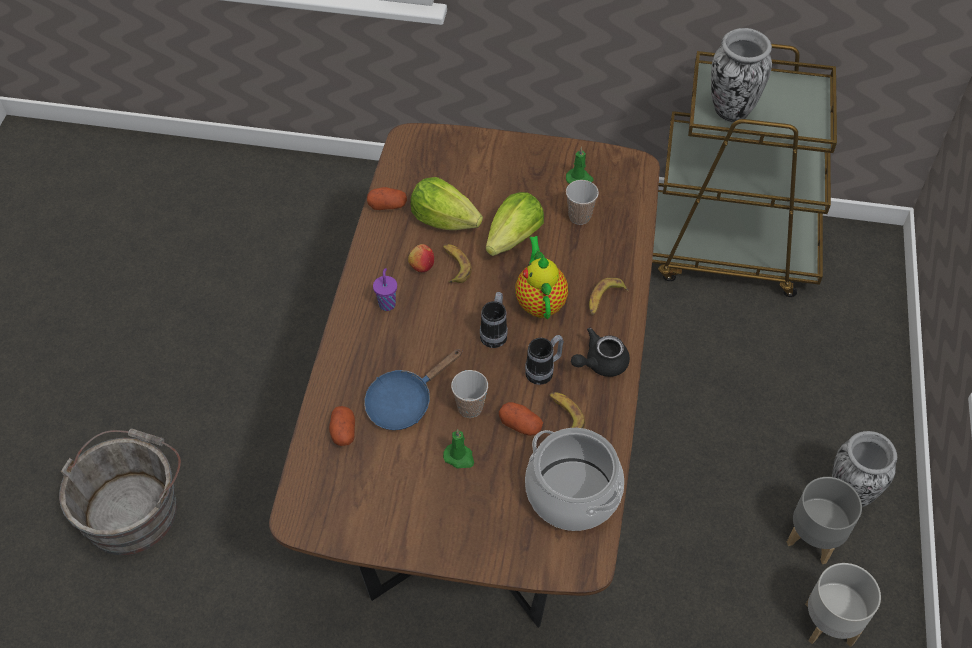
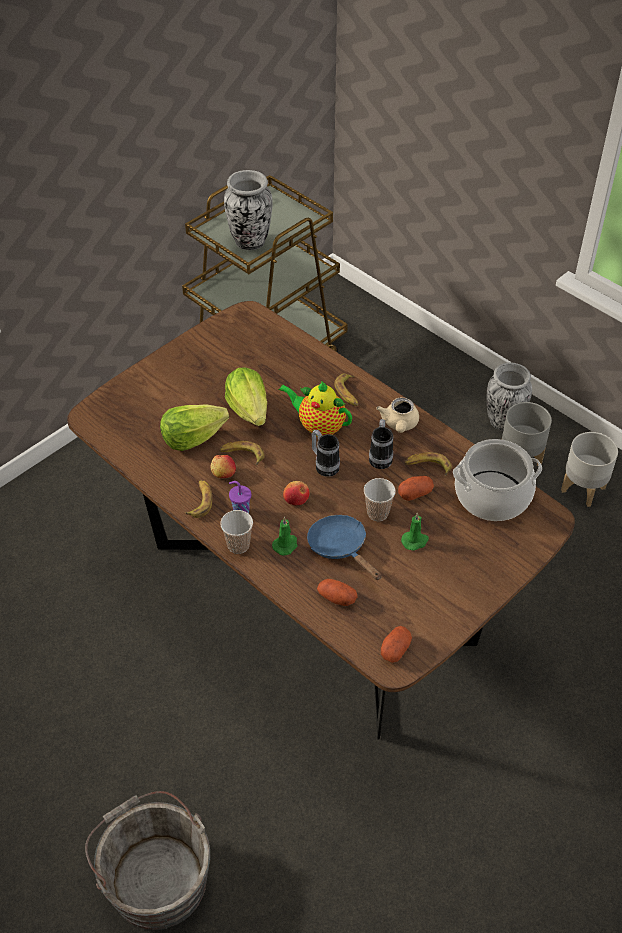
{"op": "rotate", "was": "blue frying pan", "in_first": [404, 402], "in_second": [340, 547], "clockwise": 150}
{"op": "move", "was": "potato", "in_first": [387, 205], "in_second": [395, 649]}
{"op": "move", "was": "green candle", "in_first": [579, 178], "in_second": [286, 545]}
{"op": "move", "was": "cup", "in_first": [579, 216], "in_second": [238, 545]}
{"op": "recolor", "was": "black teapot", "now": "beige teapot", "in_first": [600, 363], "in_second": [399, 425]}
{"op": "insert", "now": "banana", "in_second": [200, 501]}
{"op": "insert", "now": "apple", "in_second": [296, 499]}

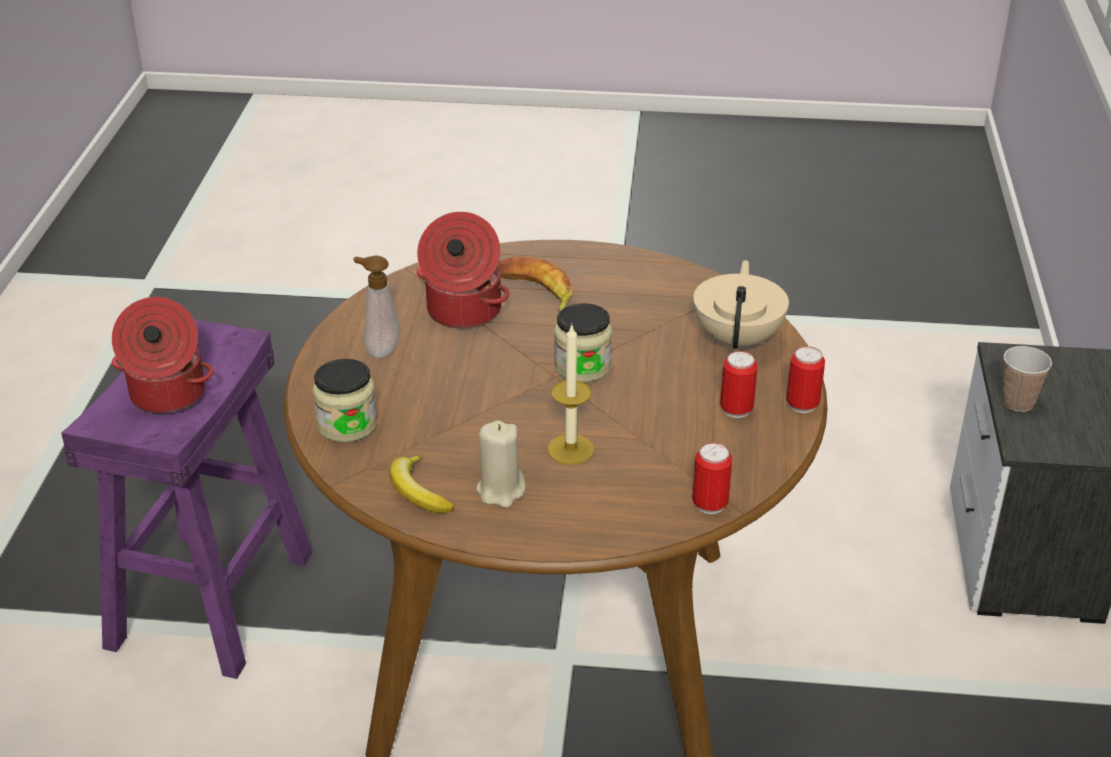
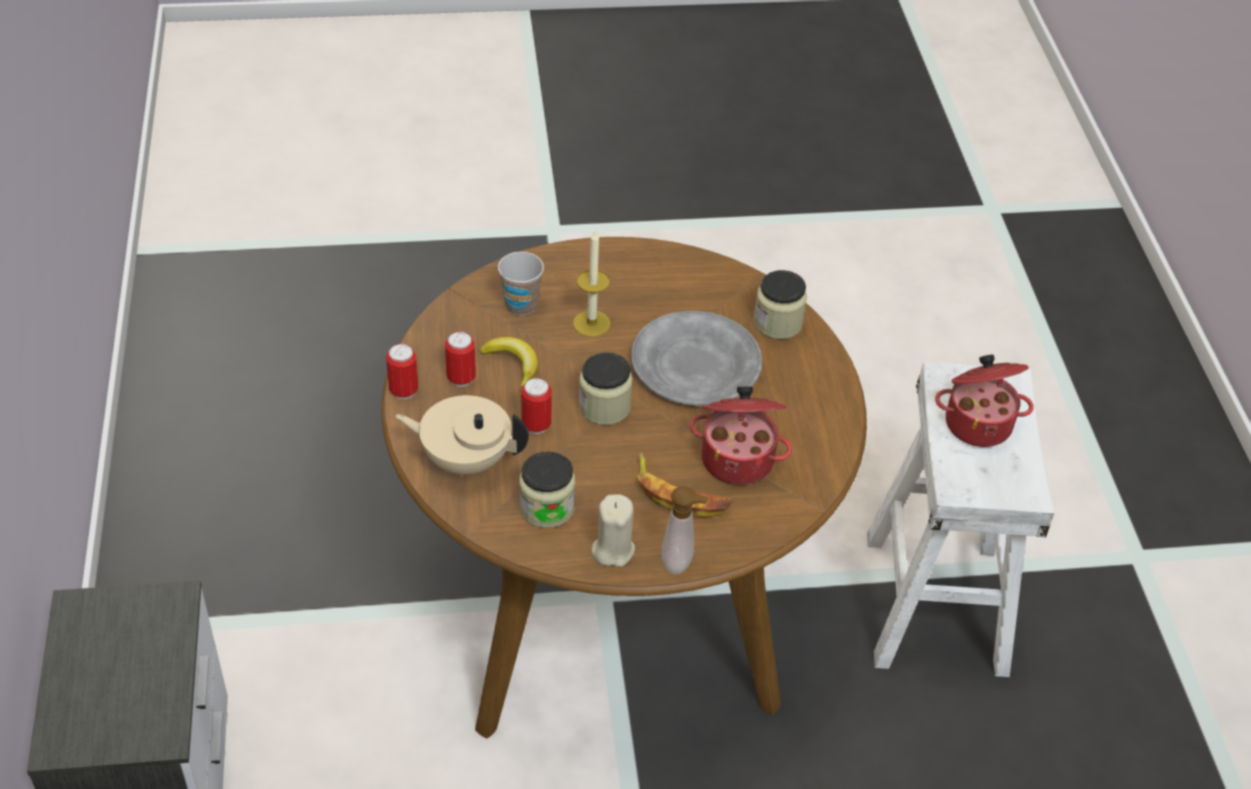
{"op": "recolor", "was": "purple stool", "now": "white stool", "in_first": [210, 598], "in_second": [937, 603]}
{"op": "move", "was": "soap dispenser", "in_first": [379, 350], "in_second": [680, 563]}
{"op": "move", "was": "banana", "in_first": [418, 492], "in_second": [513, 365]}
{"op": "move", "was": "beige candle", "in_first": [501, 491], "in_second": [612, 550]}
{"op": "move", "was": "can", "in_first": [710, 504], "in_second": [536, 425]}
{"op": "rotate", "was": "beige teapot", "in_first": [738, 339], "in_second": [465, 459], "clockwise": 105}
{"op": "move", "was": "cup", "in_first": [1018, 402], "in_second": [521, 305]}
{"op": "insert", "now": "jar", "in_second": [546, 508]}
{"op": "insert", "now": "grey plate", "in_second": [696, 365]}

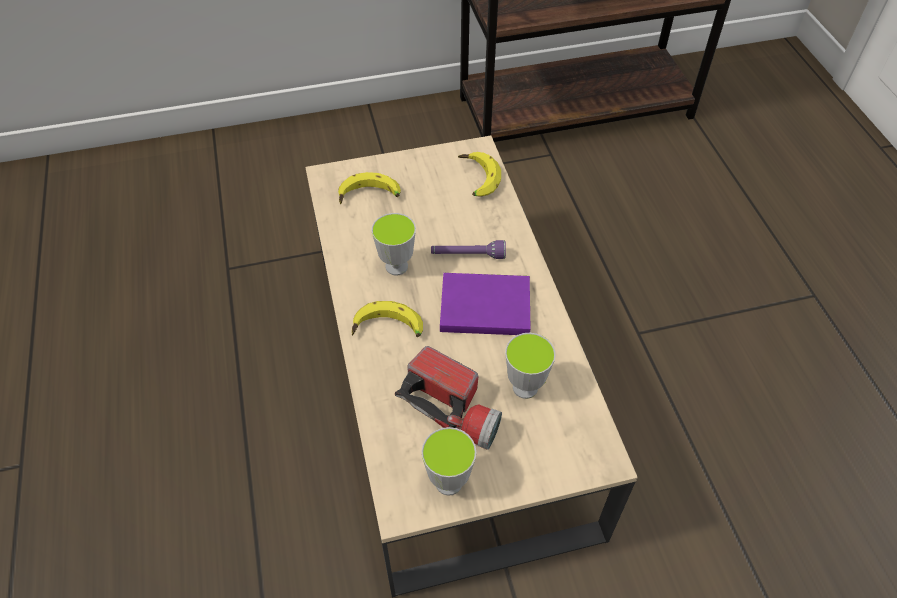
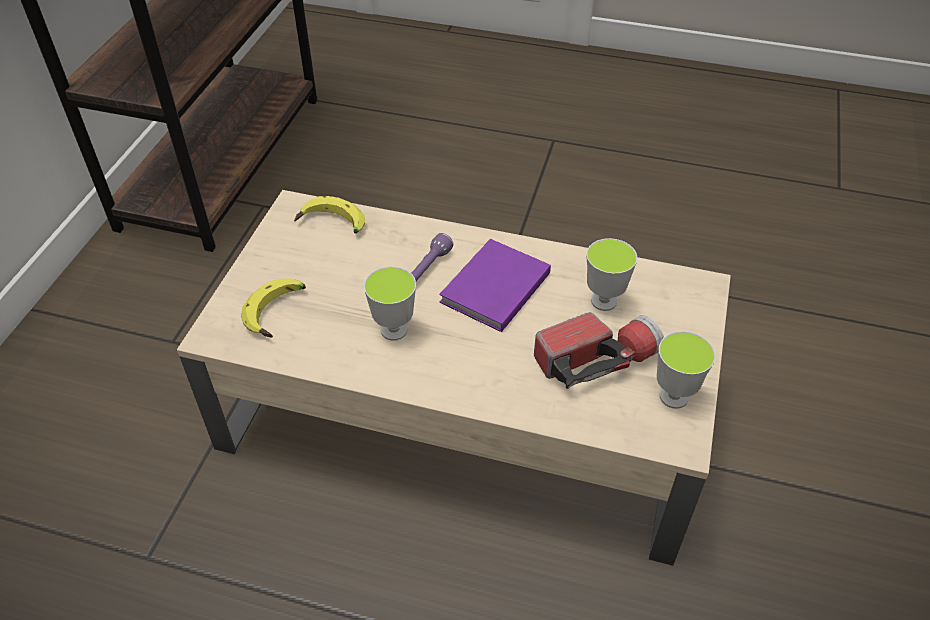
{"op": "delete", "was": "banana", "in_first": [387, 330]}

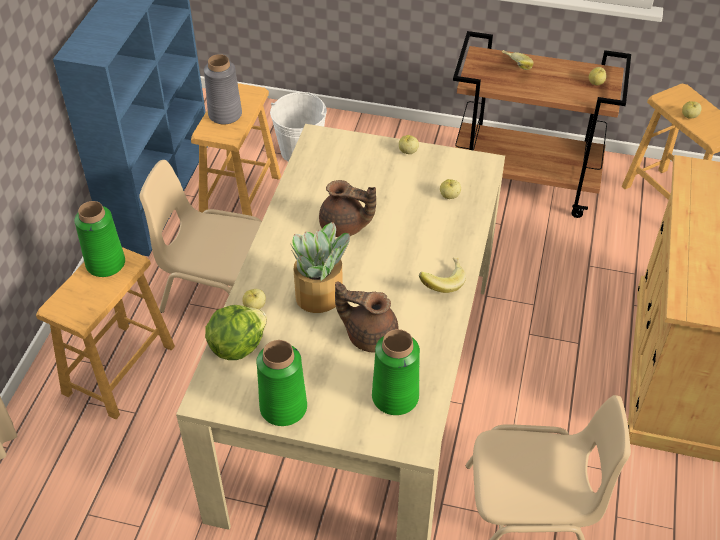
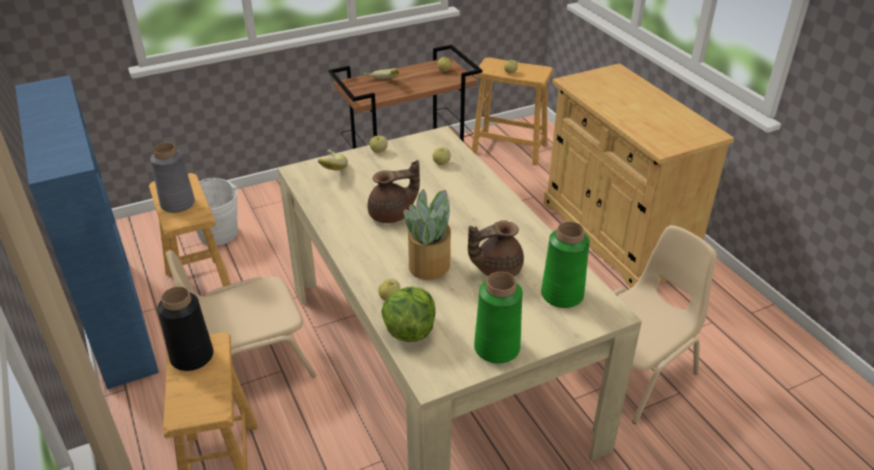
{"op": "recolor", "was": "green vase", "now": "black vase", "in_first": [106, 263], "in_second": [192, 356]}
{"op": "move", "was": "banana", "in_first": [441, 282], "in_second": [330, 169]}

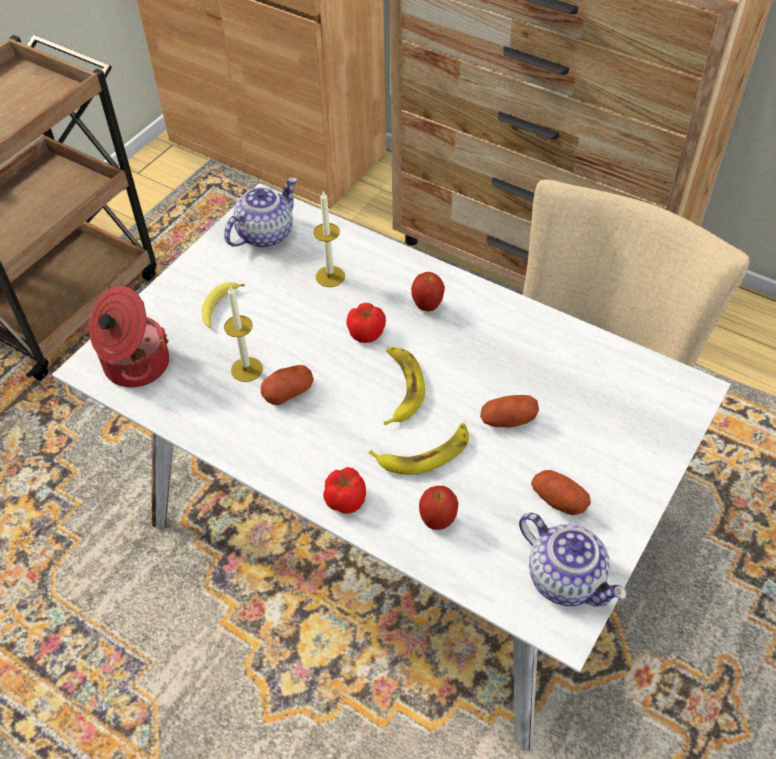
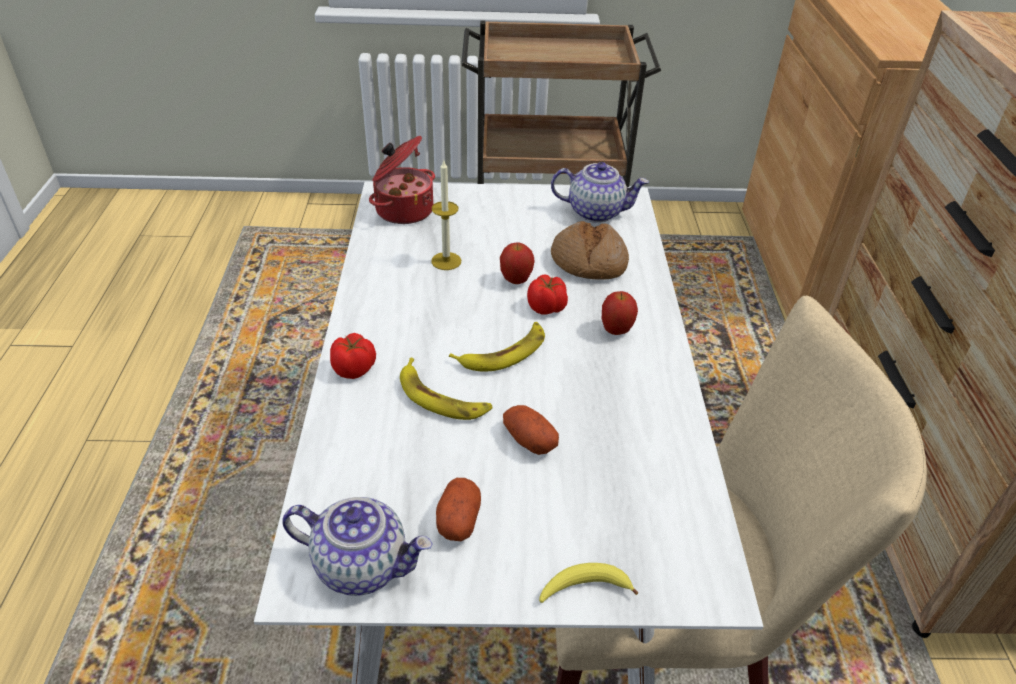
{"op": "move", "was": "banana", "in_first": [219, 307], "in_second": [584, 588]}
{"op": "delete", "was": "potato", "in_first": [288, 392]}
{"op": "replace", "was": "candle", "now": "bread", "in_first": [330, 276], "in_second": [588, 262]}
{"op": "move", "was": "apple", "in_first": [437, 521], "in_second": [516, 281]}
{"op": "rotate", "was": "teapot", "in_first": [566, 578], "in_second": [362, 564], "clockwise": -90}

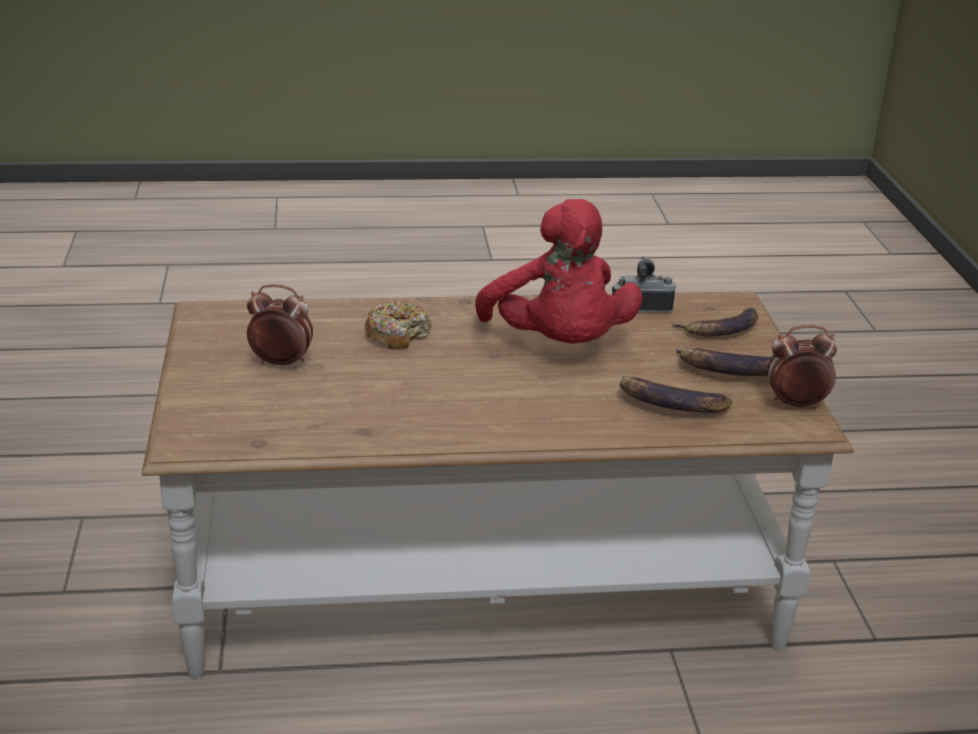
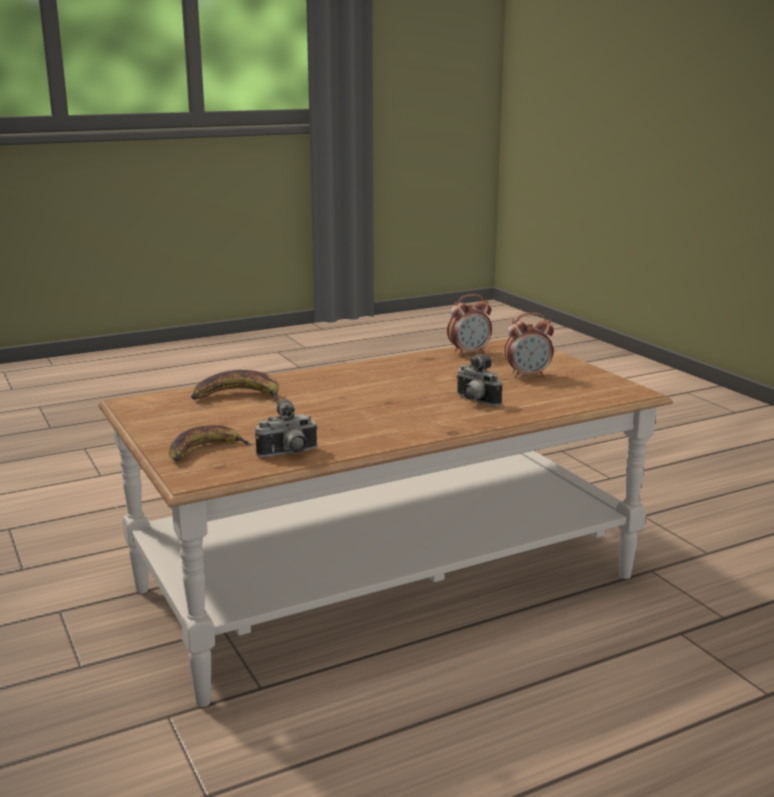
{"op": "replace", "was": "donut", "now": "photo camera", "in_first": [397, 335], "in_second": [475, 401]}
{"op": "delete", "was": "red plush toy", "in_first": [558, 345]}
{"op": "delete", "was": "banana", "in_first": [728, 371]}
{"op": "move", "was": "alarm clock", "in_first": [795, 404], "in_second": [469, 353]}

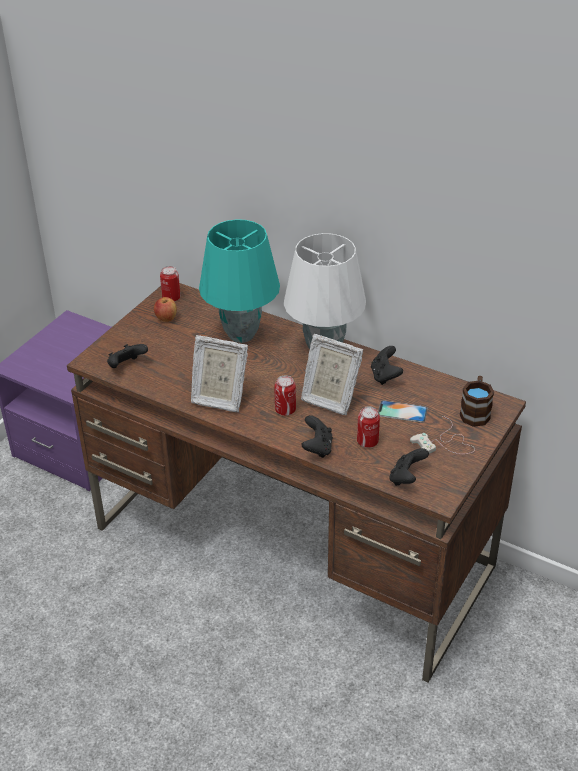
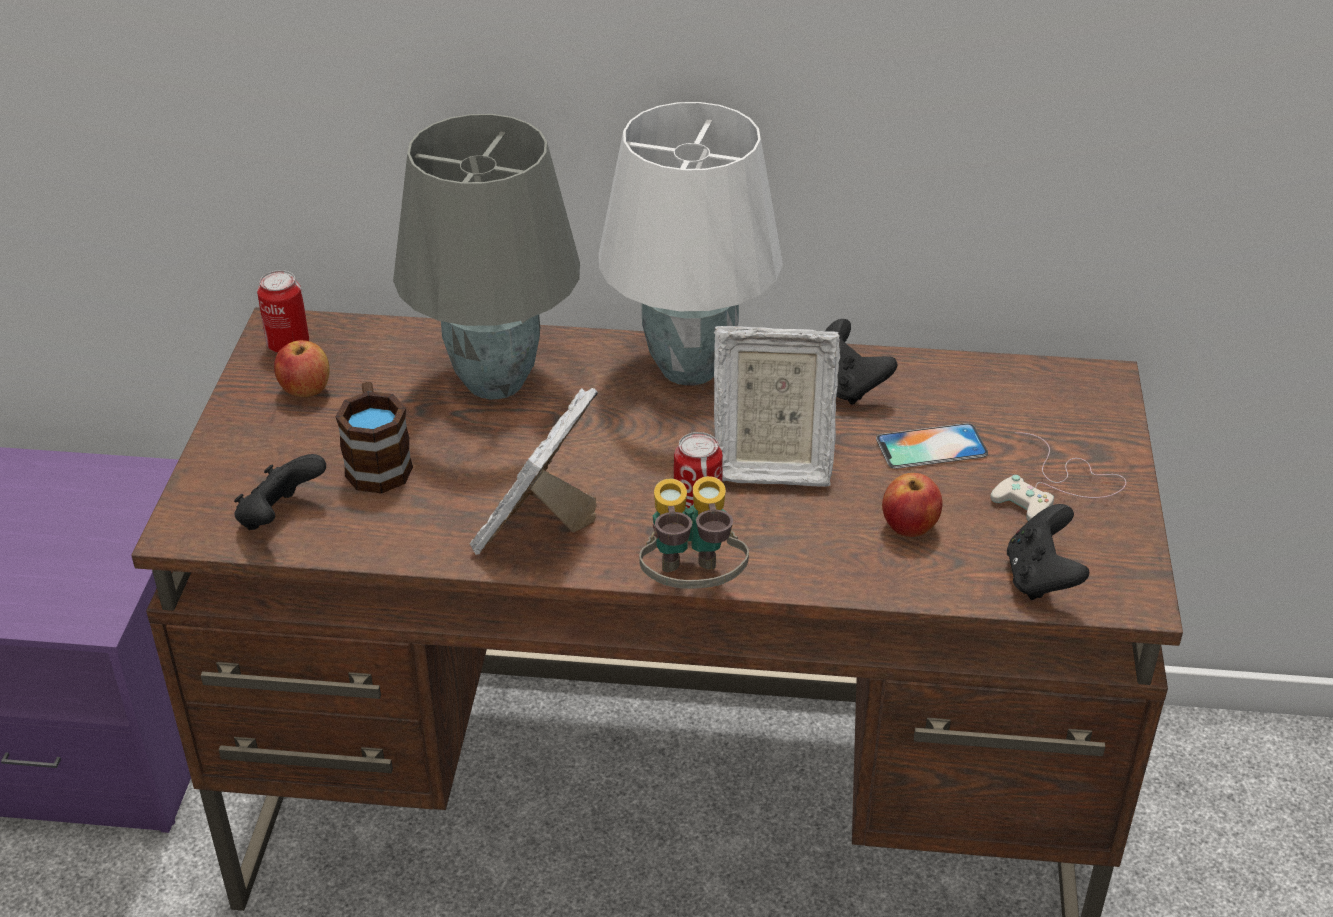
{"op": "rotate", "was": "picture frame", "in_first": [218, 398], "in_second": [537, 528], "clockwise": 120}
{"op": "recolor", "was": "turquoise table lamp", "now": "grey table lamp", "in_first": [242, 335], "in_second": [497, 382]}
{"op": "delete", "was": "black game controller", "in_first": [317, 448]}
{"op": "replace", "was": "can", "now": "apple", "in_first": [367, 442], "in_second": [910, 527]}
{"op": "move", "was": "brown mug", "in_first": [475, 412], "in_second": [377, 461]}
{"op": "insert", "now": "binoculars", "in_second": [691, 587]}

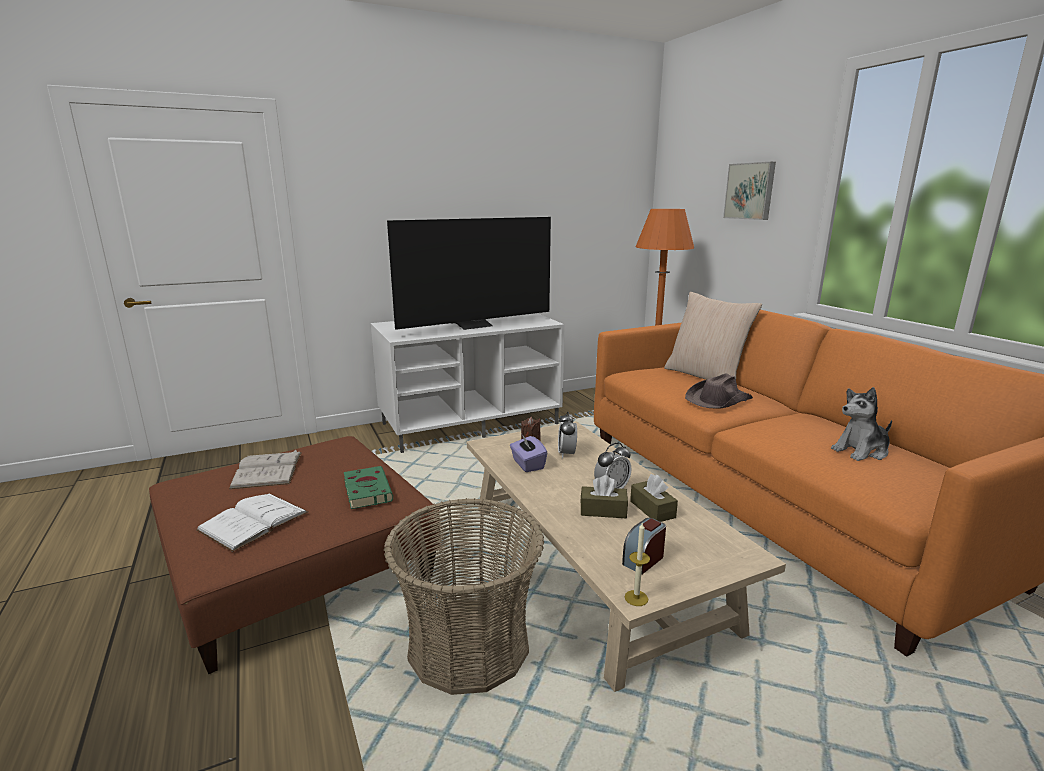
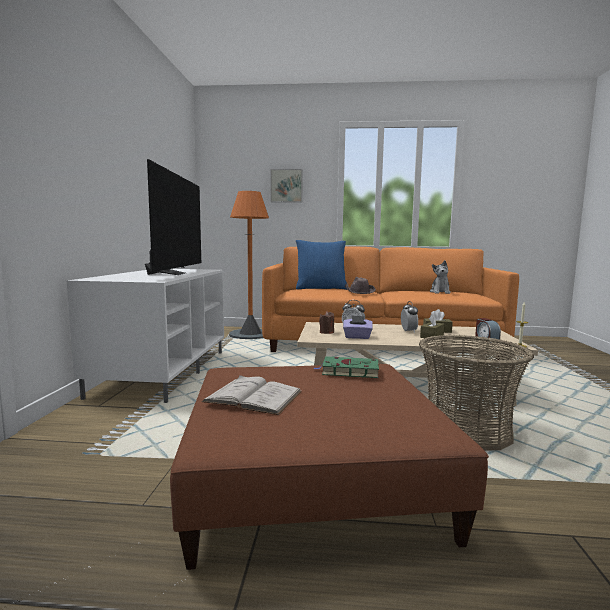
{"op": "delete", "was": "white book", "in_first": [253, 521]}
{"op": "recolor", "was": "beige pillow", "now": "blue pillow", "in_first": [705, 376], "in_second": [321, 288]}

